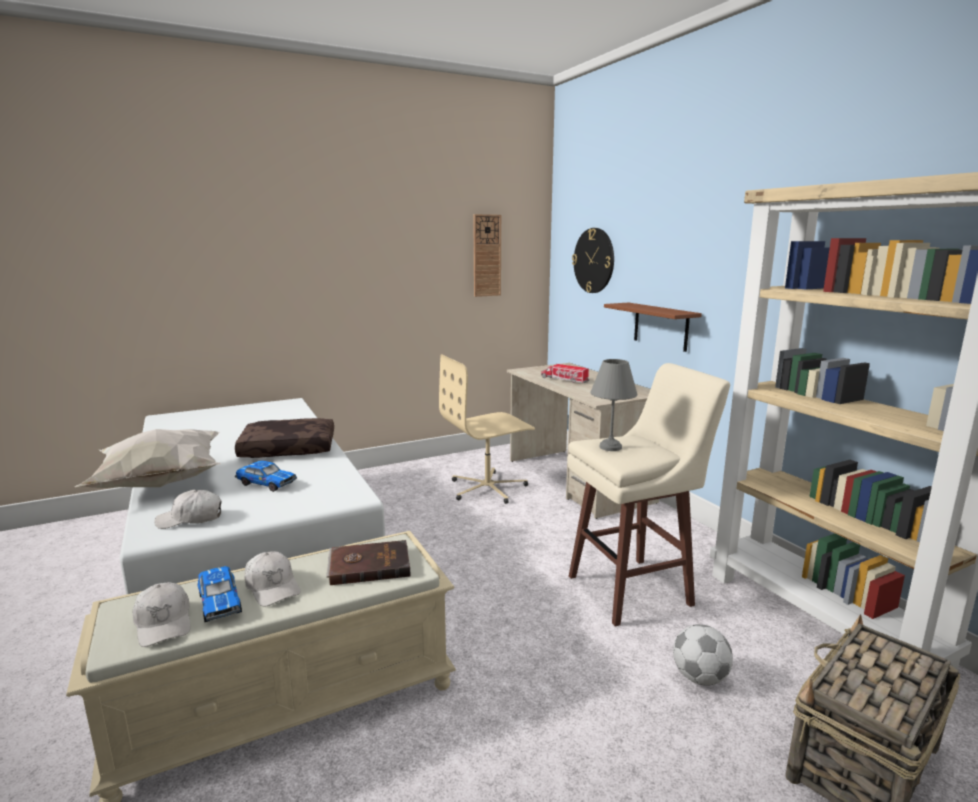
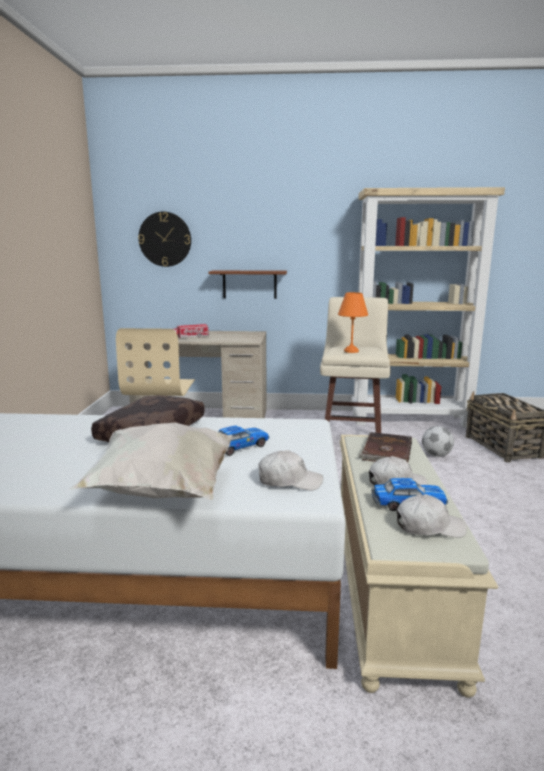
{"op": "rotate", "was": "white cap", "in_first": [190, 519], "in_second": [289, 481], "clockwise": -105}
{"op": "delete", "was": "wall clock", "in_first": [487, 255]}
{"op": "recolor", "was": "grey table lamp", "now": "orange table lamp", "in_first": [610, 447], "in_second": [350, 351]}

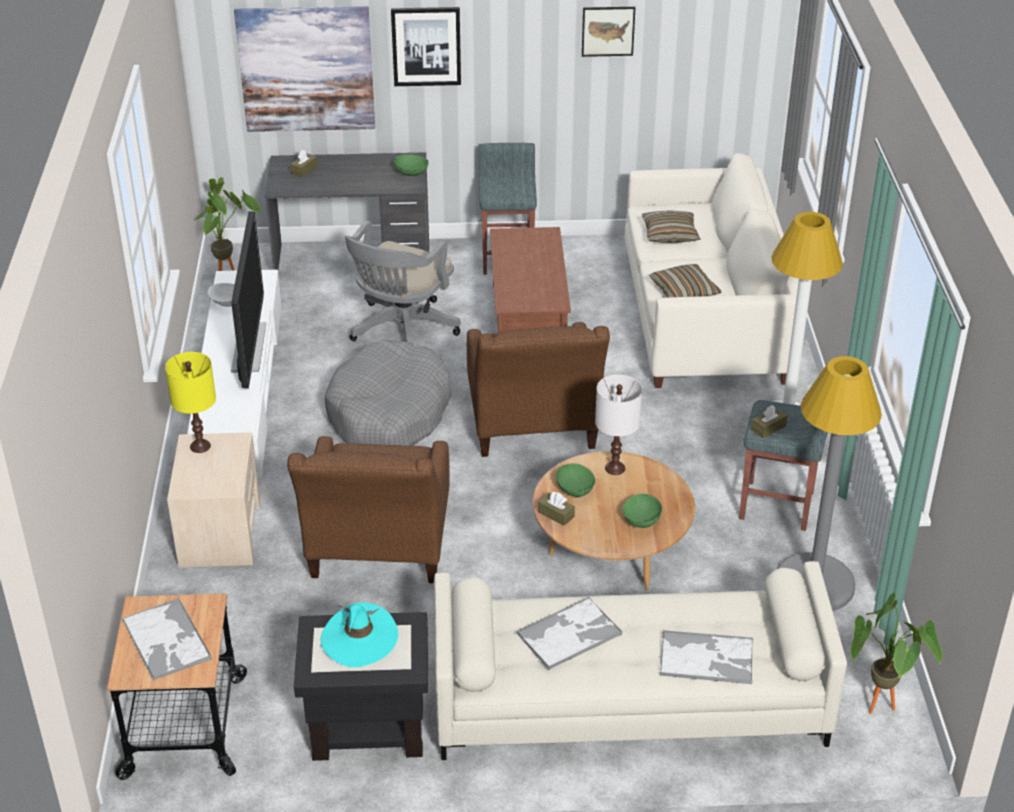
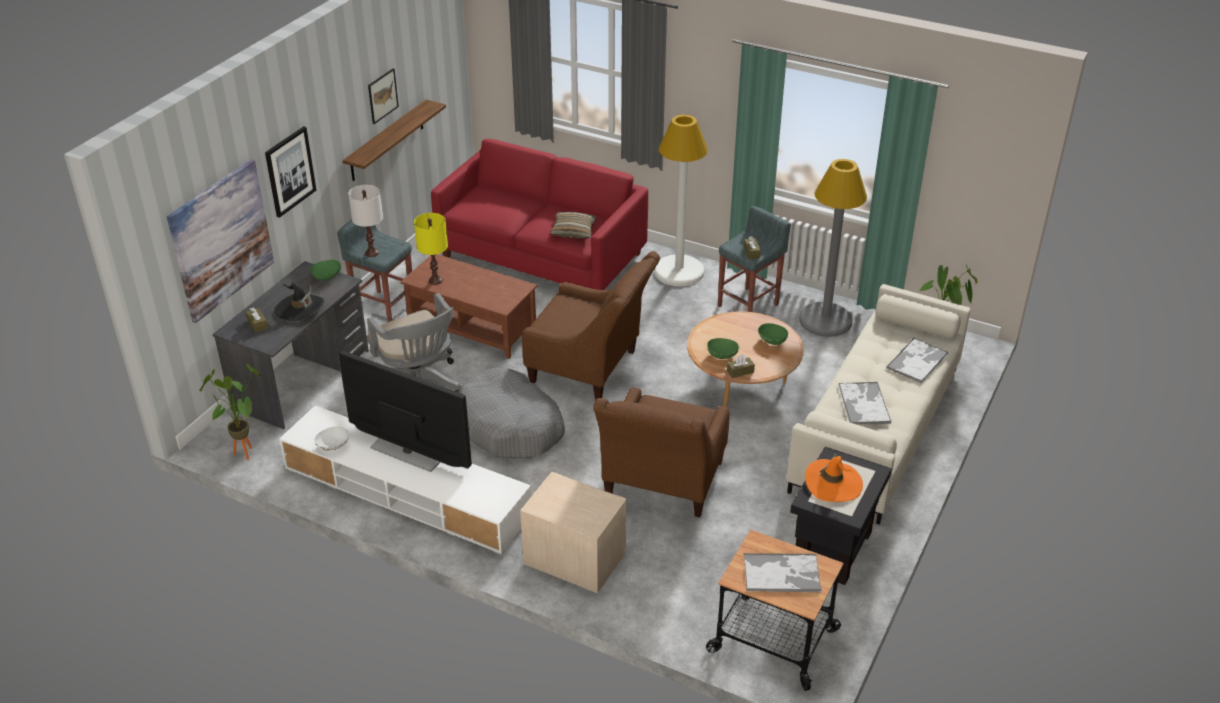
{"op": "move", "was": "yellow table lamp", "in_first": [200, 446], "in_second": [435, 280]}
{"op": "rotate", "was": "brown armchair", "in_first": [377, 552], "in_second": [661, 485], "clockwise": 75}
{"op": "recolor", "was": "turquoise hat", "now": "orange hat", "in_first": [359, 639], "in_second": [833, 483]}
{"op": "move", "was": "white table lamp", "in_first": [615, 468], "in_second": [372, 253]}
{"op": "recolor", "was": "white sofa", "now": "red sofa", "in_first": [705, 318], "in_second": [542, 256]}
{"op": "delete", "was": "pillow", "in_first": [670, 234]}
{"op": "insert", "now": "black hat", "in_second": [300, 309]}
{"op": "insert", "now": "shelf", "in_second": [387, 141]}

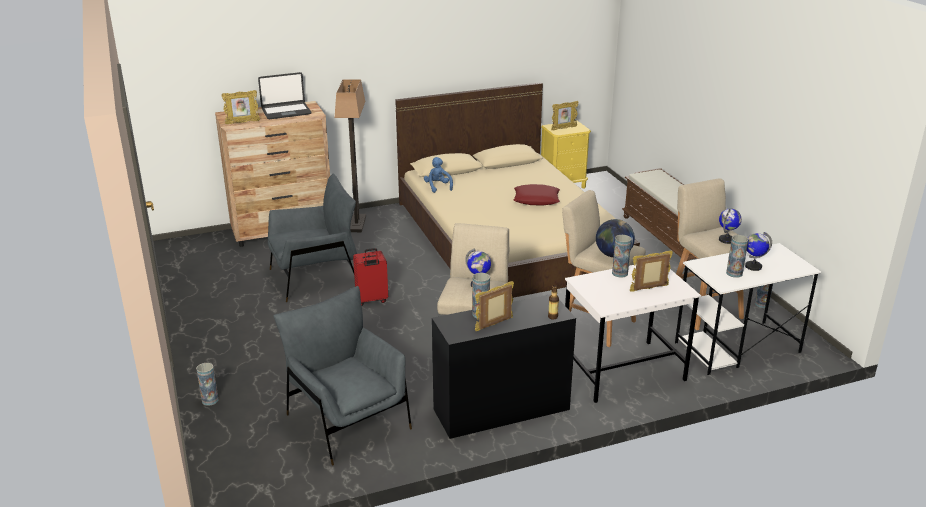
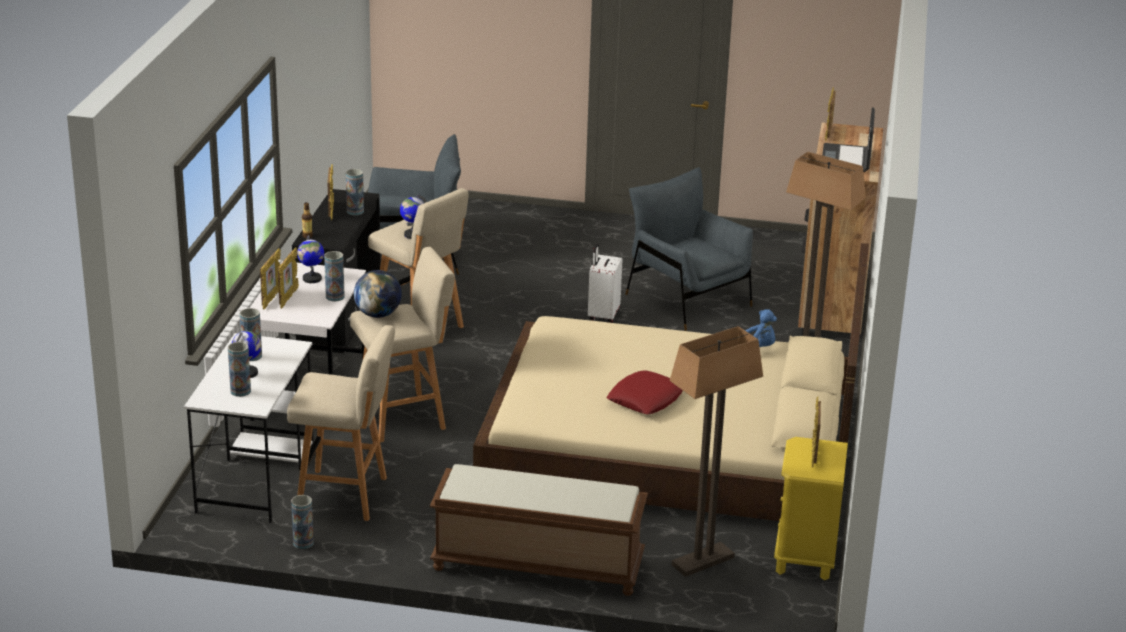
{"op": "move", "was": "vase", "in_first": [210, 400], "in_second": [240, 391]}
{"op": "rotate", "was": "grey armchair", "in_first": [315, 278], "in_second": [687, 300], "clockwise": 135}
{"op": "recolor", "was": "red suitcase", "now": "white suitcase", "in_first": [371, 300], "in_second": [602, 315]}
{"op": "move", "was": "globe", "in_first": [726, 240], "in_second": [312, 279]}
{"op": "insert", "now": "picture frame", "in_second": [271, 299]}
{"op": "insert", "now": "floor lamp", "in_second": [702, 561]}

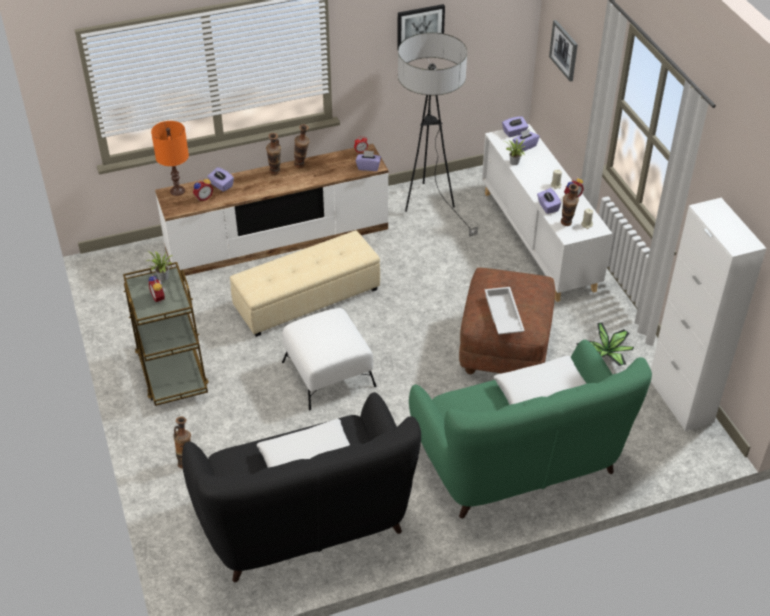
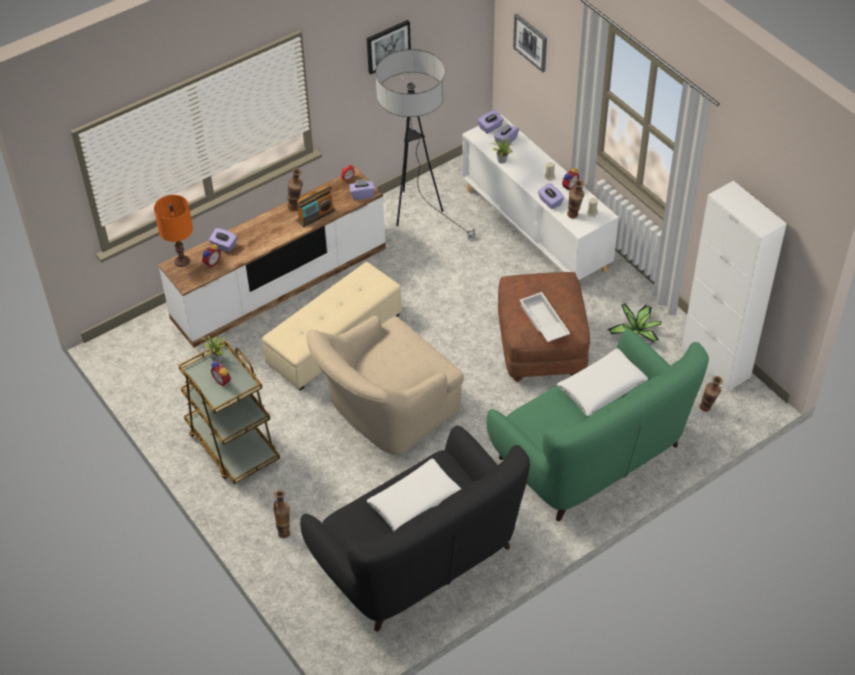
{"op": "move", "was": "vase", "in_first": [275, 174], "in_second": [707, 410]}
{"op": "replace", "was": "white ottoman", "now": "beige armchair", "in_first": [328, 373], "in_second": [385, 411]}
{"op": "insert", "now": "radio", "in_second": [316, 215]}

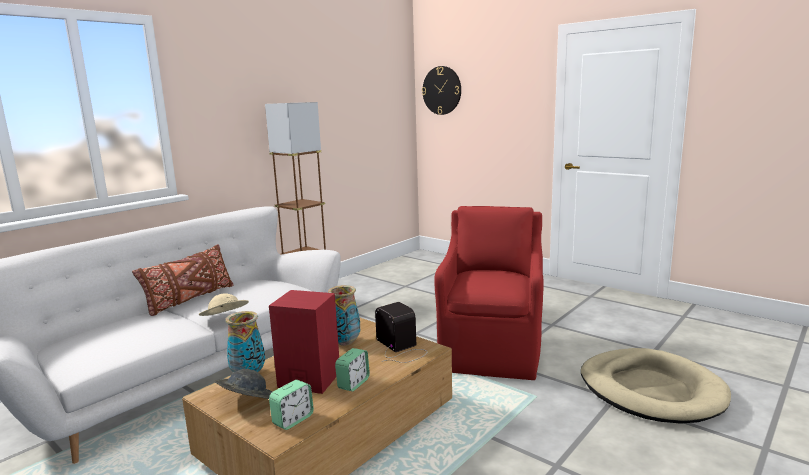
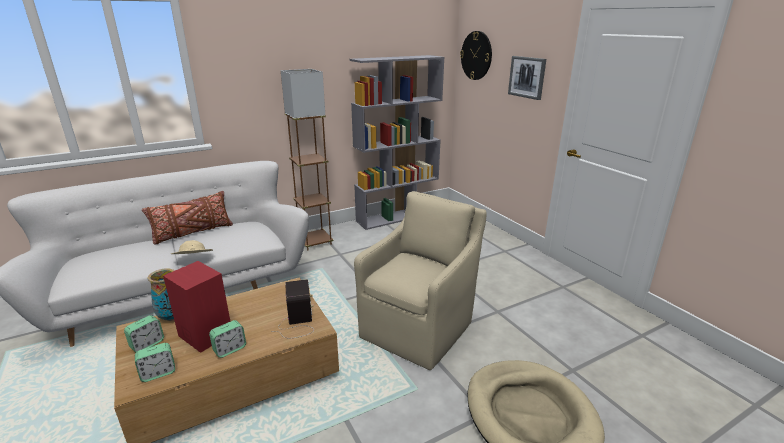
{"op": "replace", "was": "grey hat", "now": "alarm clock", "in_first": [246, 402], "in_second": [147, 344]}
{"op": "delete", "was": "vase", "in_first": [345, 342]}
{"op": "recolor", "was": "red armchair", "now": "beige armchair", "in_first": [491, 351], "in_second": [419, 327]}
{"op": "insert", "now": "grey bookcase", "in_second": [397, 216]}
{"op": "insert", "now": "picture", "in_second": [527, 77]}

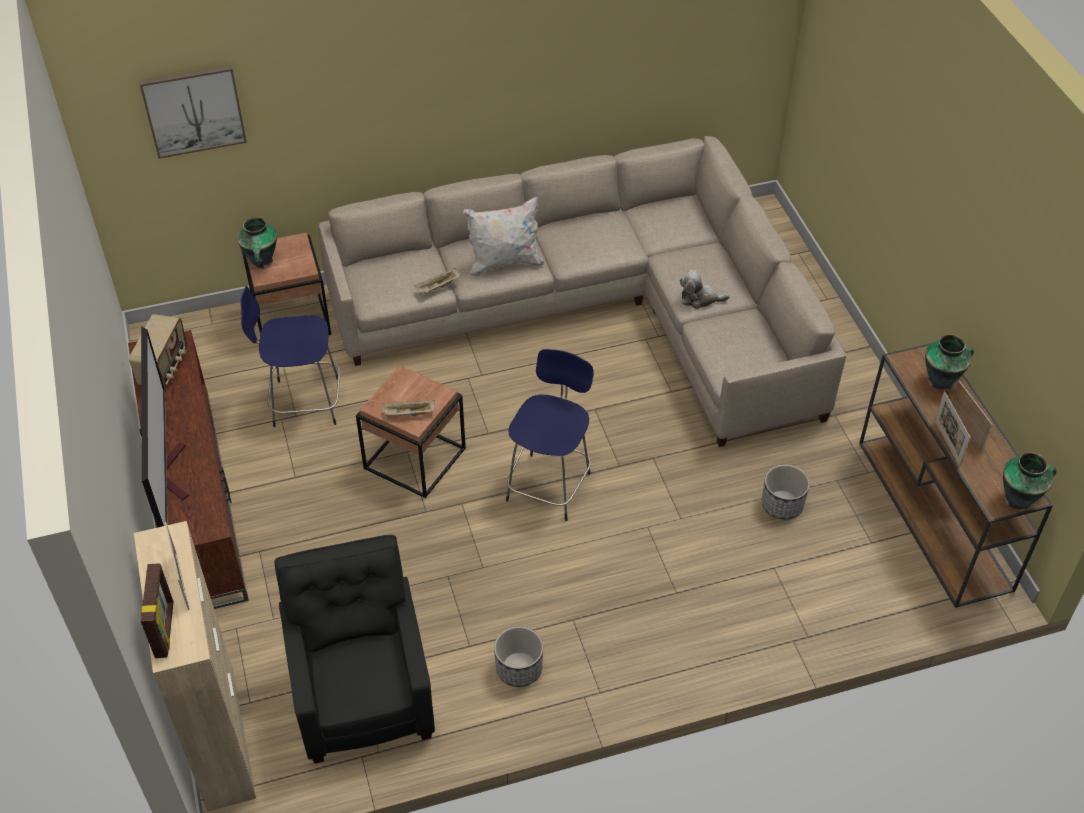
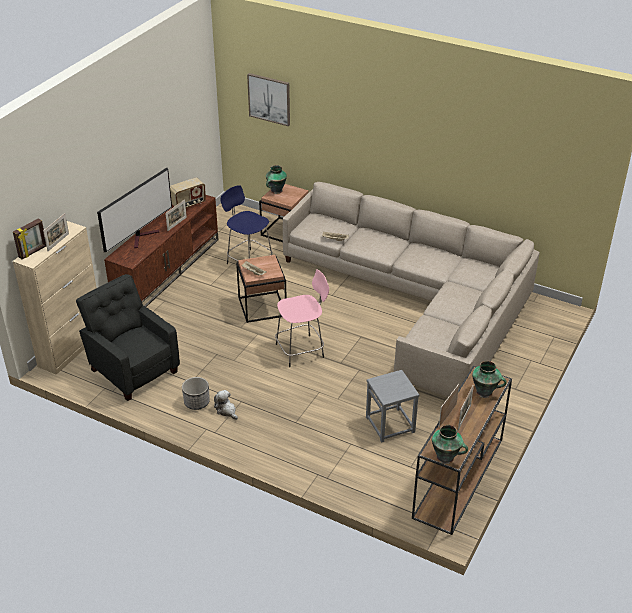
{"op": "rotate", "was": "black armchair", "in_first": [363, 694], "in_second": [133, 369], "clockwise": -75}
{"op": "delete", "was": "white pillow", "in_first": [504, 263]}
{"op": "recolor", "was": "blue stool", "now": "pink stool", "in_first": [549, 484], "in_second": [301, 350]}
{"op": "move", "was": "plush toy", "in_first": [699, 298], "in_second": [226, 410]}
{"op": "replace", "was": "planter", "now": "grey stool", "in_first": [782, 505], "in_second": [390, 424]}
{"op": "insert", "now": "picture frame", "in_second": [177, 224]}

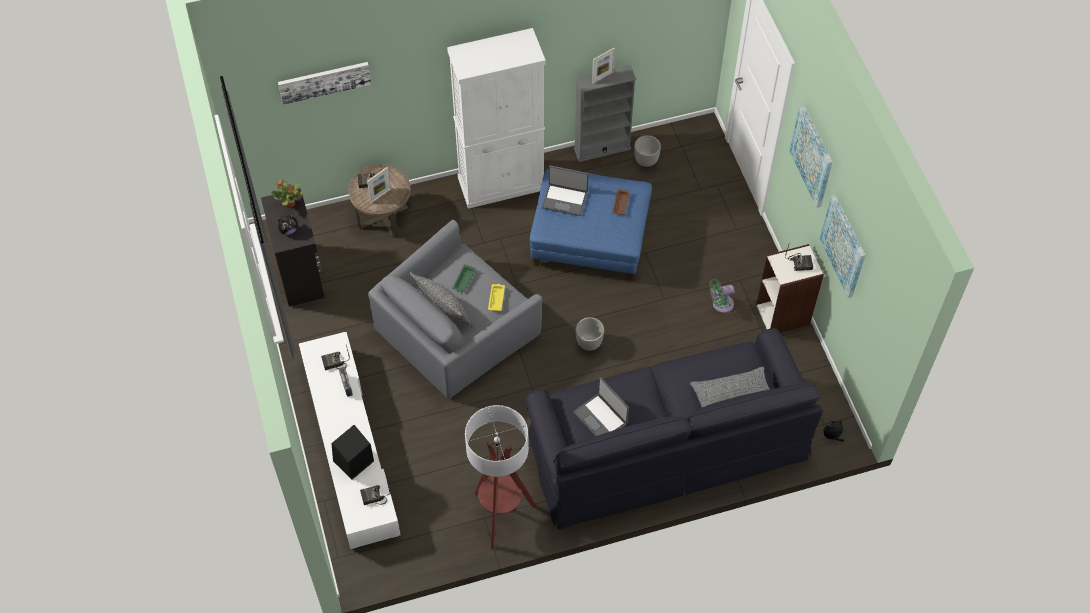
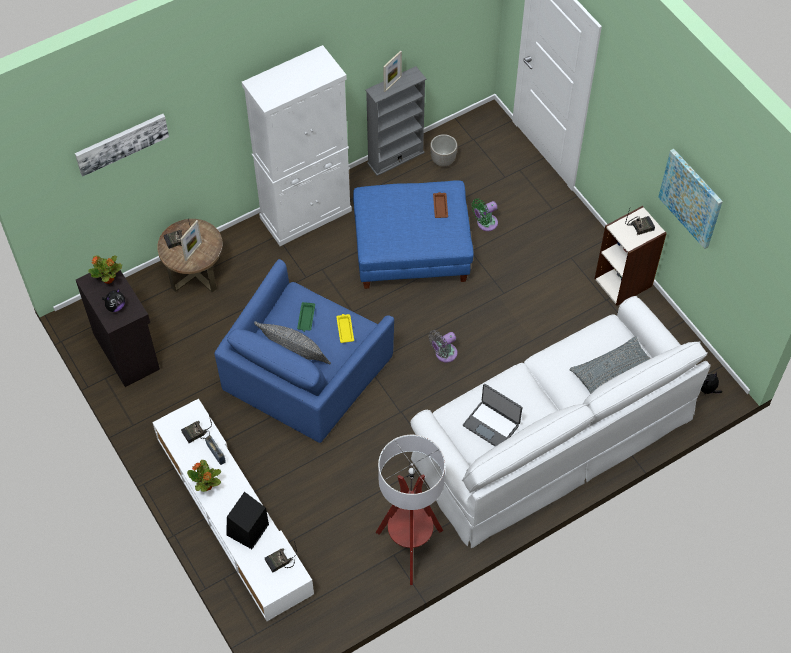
{"op": "recolor", "was": "grey armchair", "now": "blue armchair", "in_first": [456, 328], "in_second": [305, 370]}
{"op": "recolor", "was": "black sofa", "now": "white sofa", "in_first": [666, 445], "in_second": [551, 437]}
{"op": "delete", "was": "laptop", "in_first": [565, 199]}
{"op": "replace", "was": "planter", "now": "grey fan", "in_first": [589, 343], "in_second": [444, 354]}
{"op": "move", "was": "green fan", "in_first": [720, 304], "in_second": [485, 223]}
{"op": "delete", "was": "picture", "in_first": [812, 155]}
{"op": "insert", "now": "potted plant", "in_second": [207, 486]}

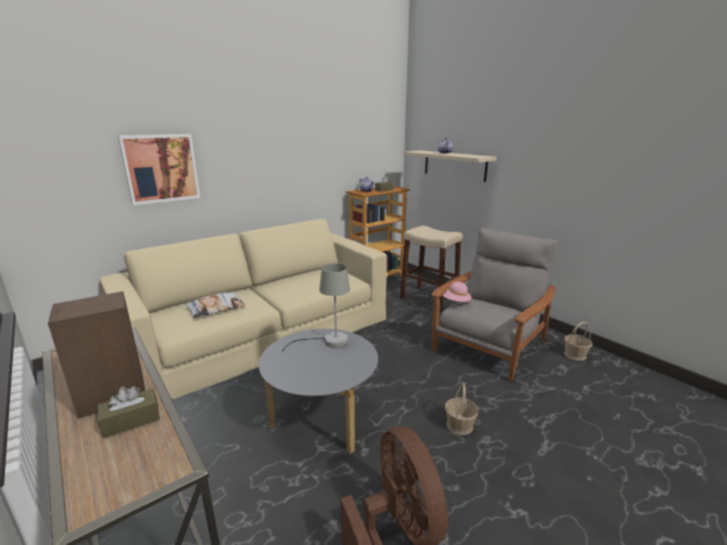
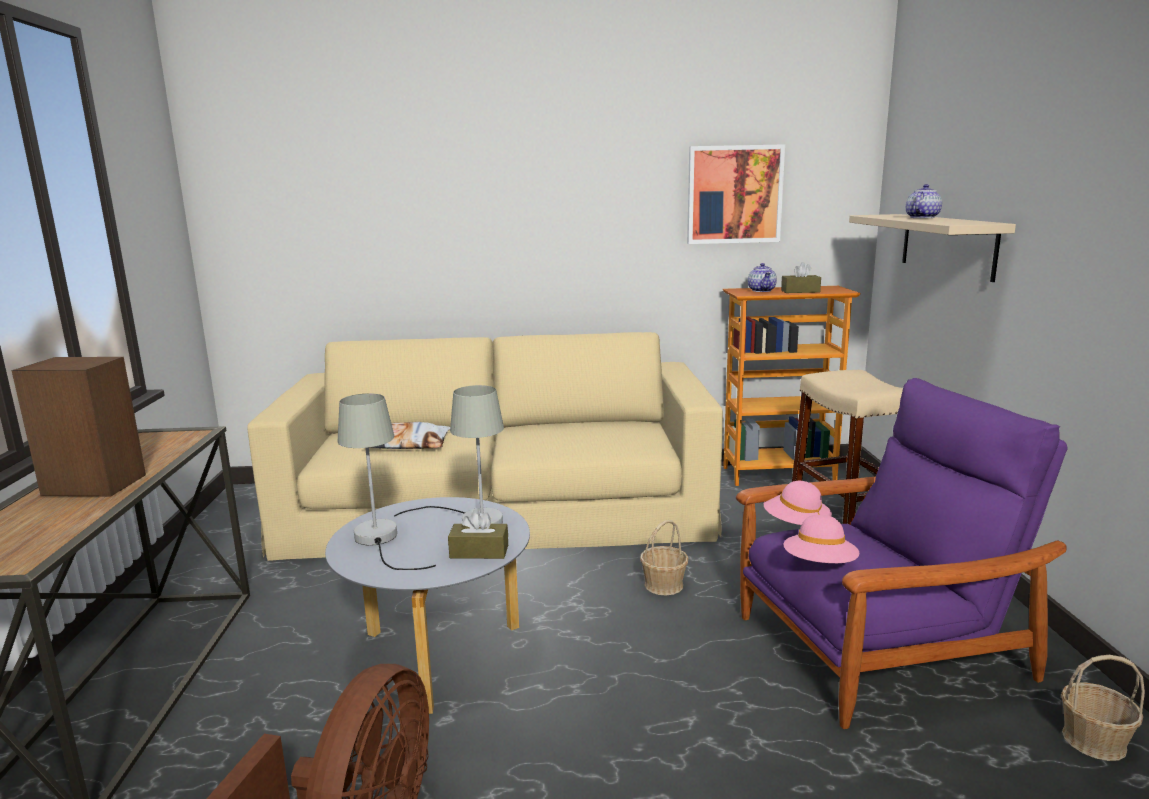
{"op": "move", "was": "brown tissue box", "in_first": [131, 420], "in_second": [479, 551]}
{"op": "move", "was": "picture", "in_first": [161, 168], "in_second": [734, 194]}
{"op": "recolor", "was": "grey armchair", "now": "purple armchair", "in_first": [489, 346], "in_second": [877, 648]}
{"op": "move", "was": "basket", "in_first": [460, 425], "in_second": [664, 585]}
{"op": "insert", "now": "grey table lamp", "in_second": [380, 541]}
{"op": "insert", "now": "pink hat", "in_second": [819, 565]}

